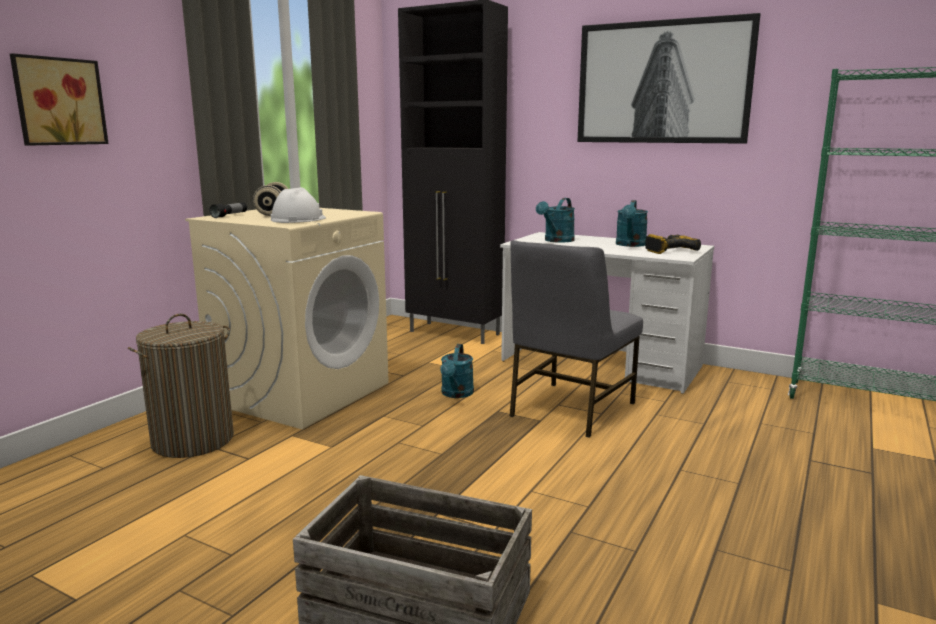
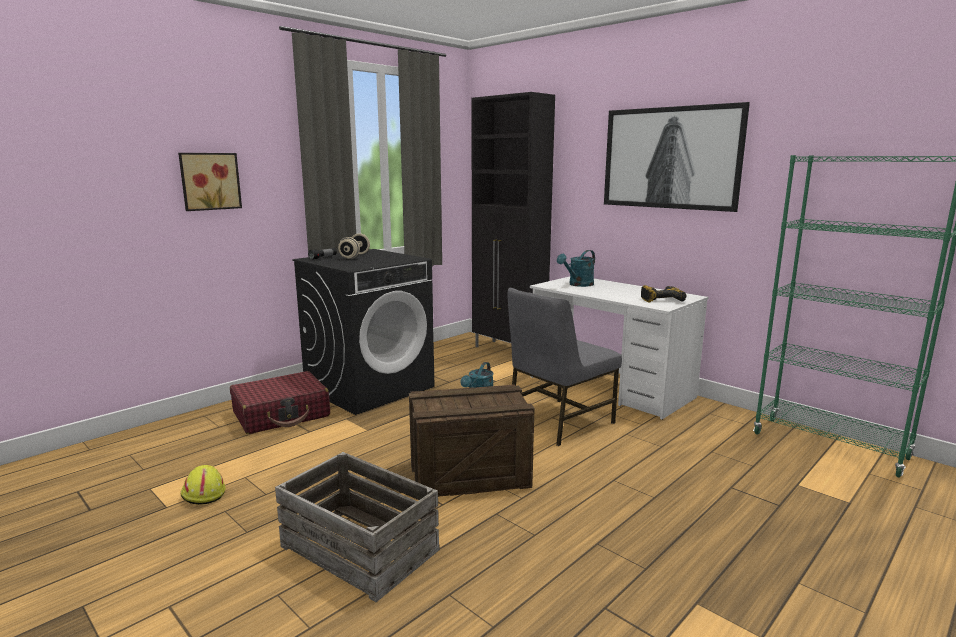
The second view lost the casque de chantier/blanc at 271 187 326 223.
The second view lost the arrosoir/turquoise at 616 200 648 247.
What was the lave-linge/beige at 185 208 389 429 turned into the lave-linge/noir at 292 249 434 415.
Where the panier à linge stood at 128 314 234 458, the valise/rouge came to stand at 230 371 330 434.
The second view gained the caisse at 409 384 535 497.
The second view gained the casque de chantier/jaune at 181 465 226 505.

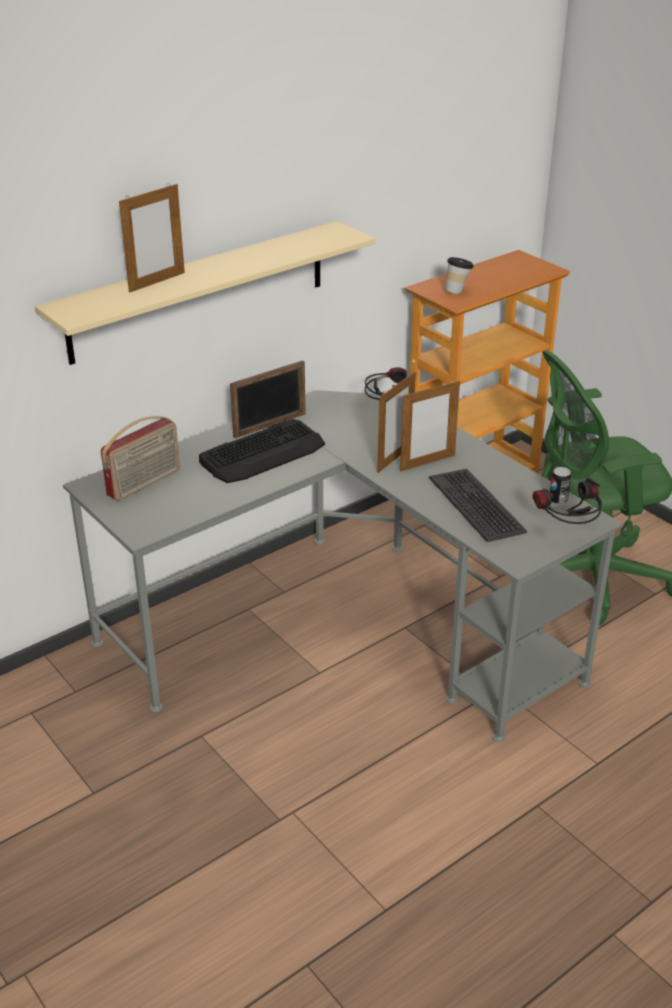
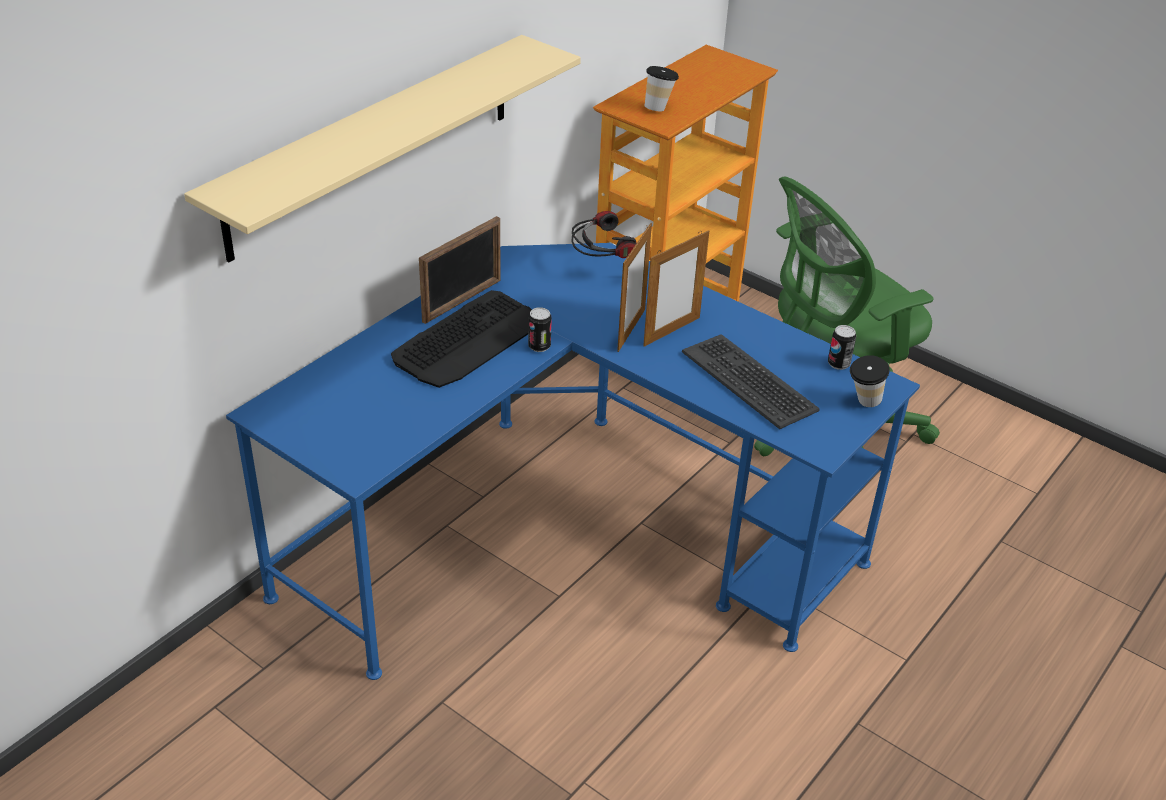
The second view lost the cadre photo at 119 183 185 293.
What was the bureau/gris at 63 390 623 742 turned into the bureau/bleu at 226 243 920 680.
The second view lost the radio at 101 416 180 501.
Where the casque audio stood at 533 478 602 524, the tasse came to stand at 850 355 890 407.
The second view gained the boîte métallique at 528 307 552 352.

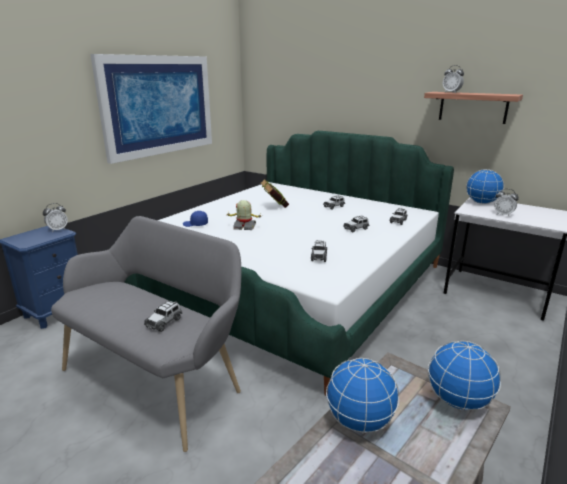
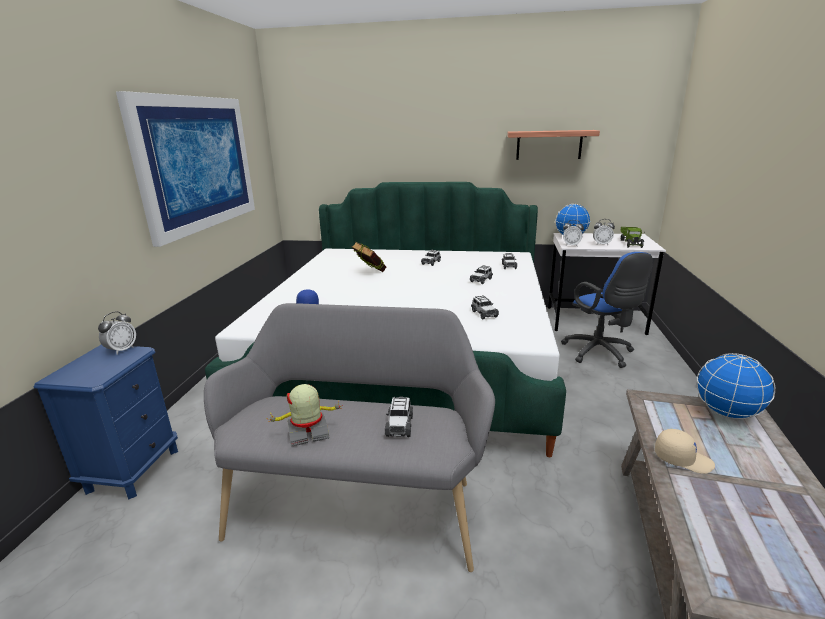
The réveil ended up elsewhere, having gone from 443 65 464 93 to 563 220 584 247.
The robot jouet ended up elsewhere, having gone from 227 200 262 230 to 267 384 343 447.
Where the globe stood at 326 357 399 434, the casquette/beige came to stand at 655 429 715 474.
The second view gained the camion jouet at 620 227 644 248.
The second view gained the chaise de bureau/bleu at 561 252 653 368.

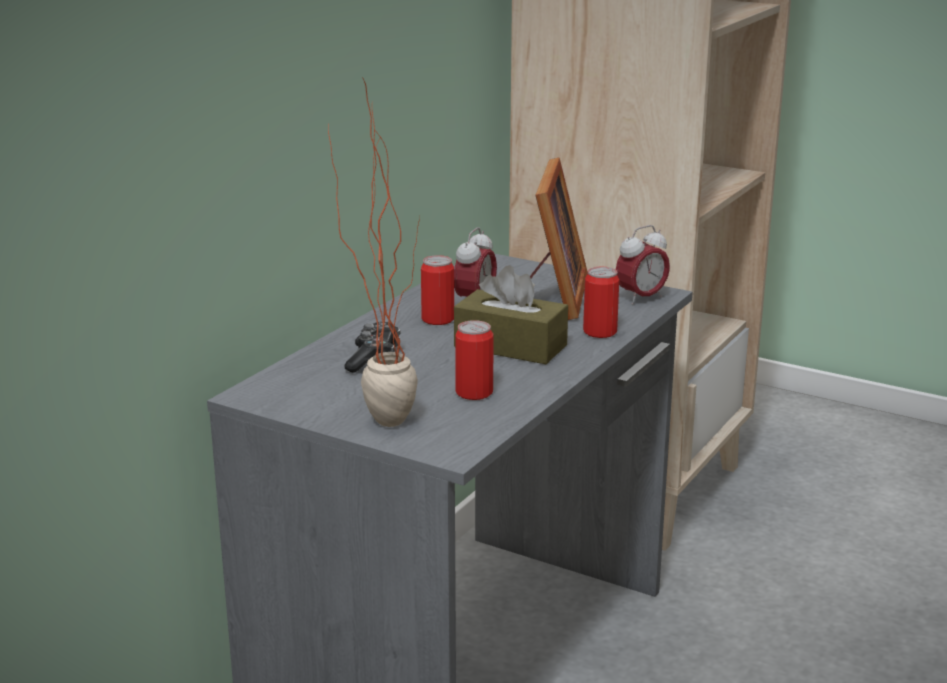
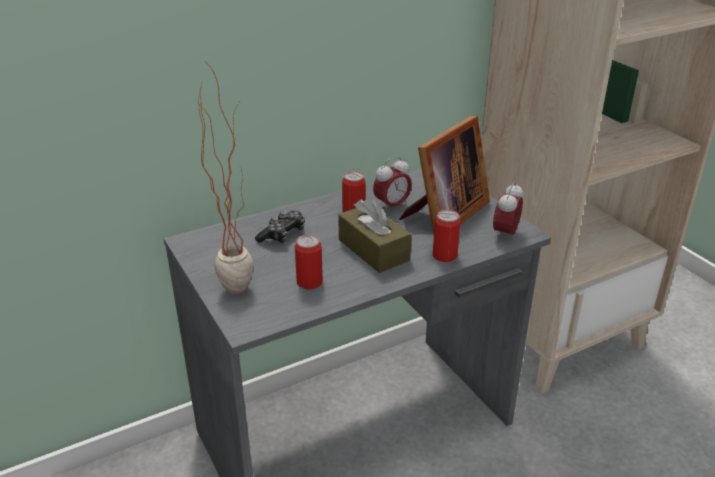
The réveil at 616 225 670 305 ended up facing another way, 120 degrees clockwise from before.

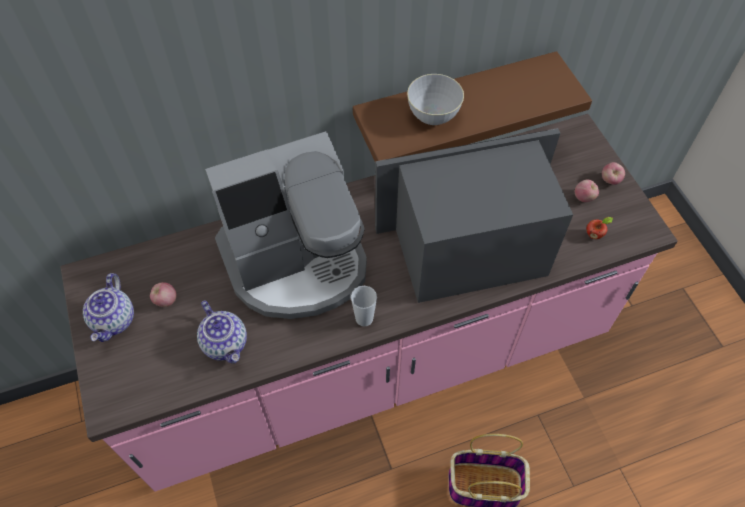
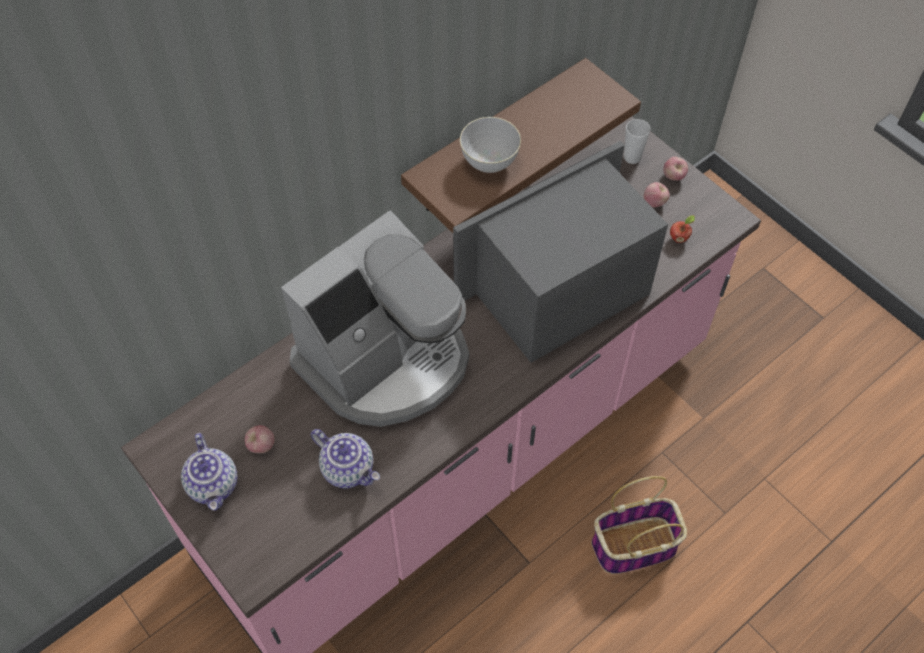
The tasse ended up elsewhere, having gone from 351 286 377 327 to 624 119 651 164.

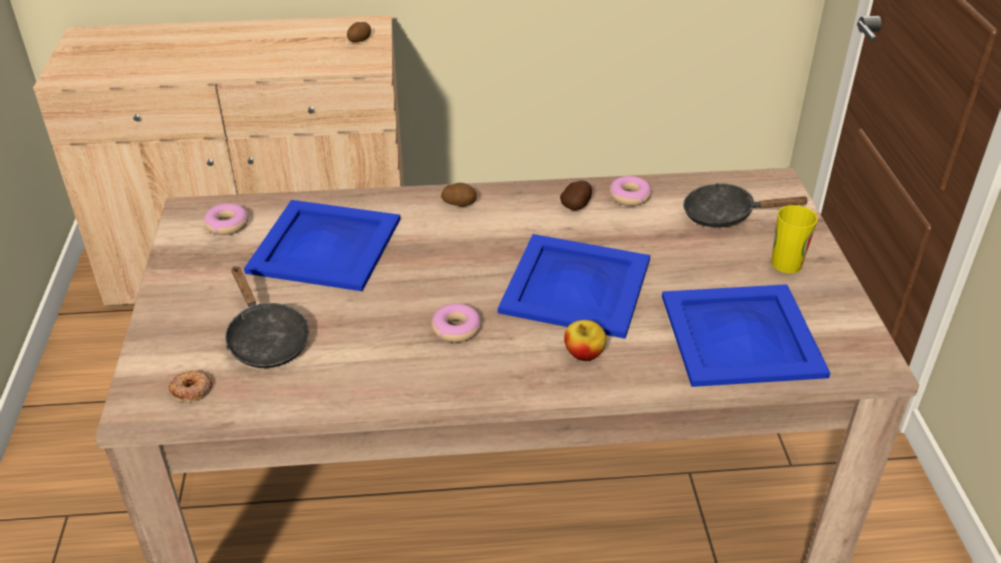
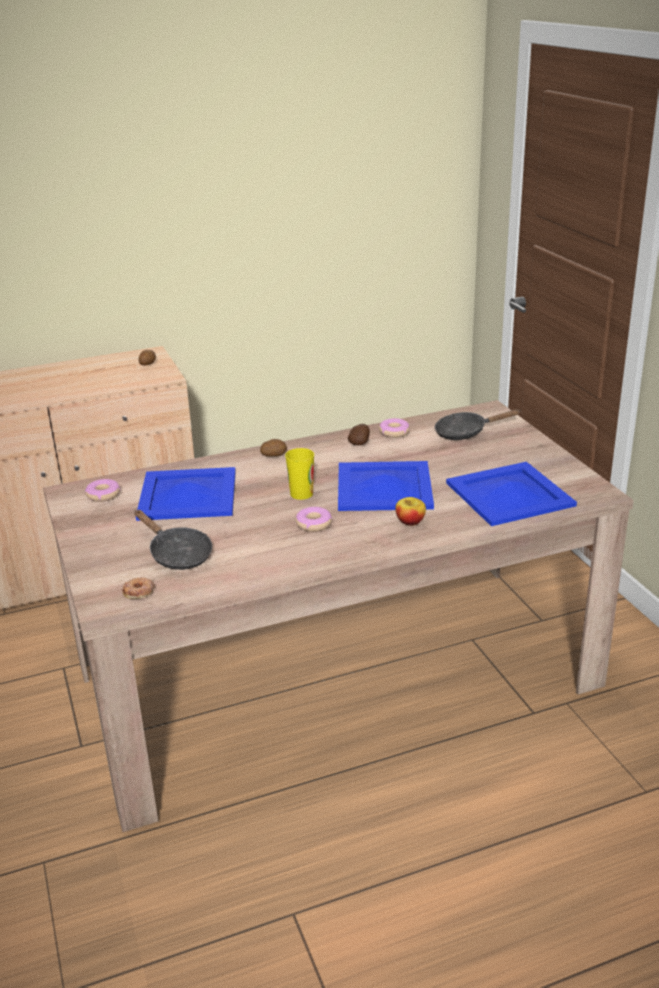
The tasse ended up elsewhere, having gone from 771 205 818 273 to 285 448 314 500.

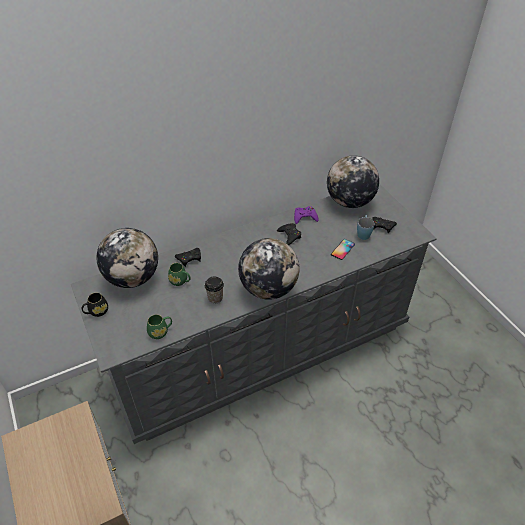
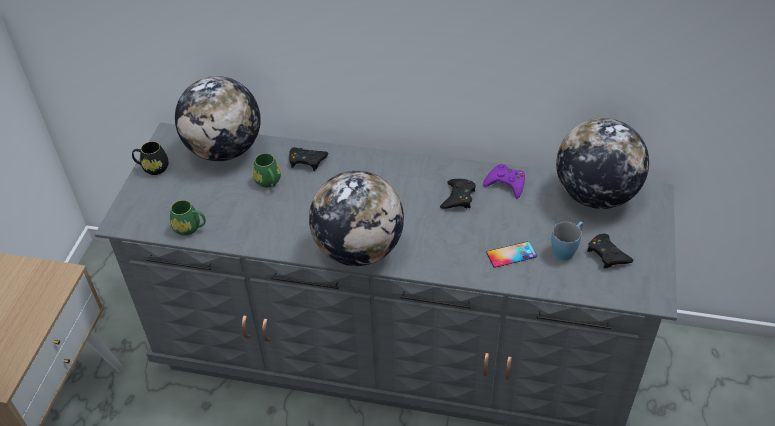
The second view lost the tasse at 205 276 224 303.

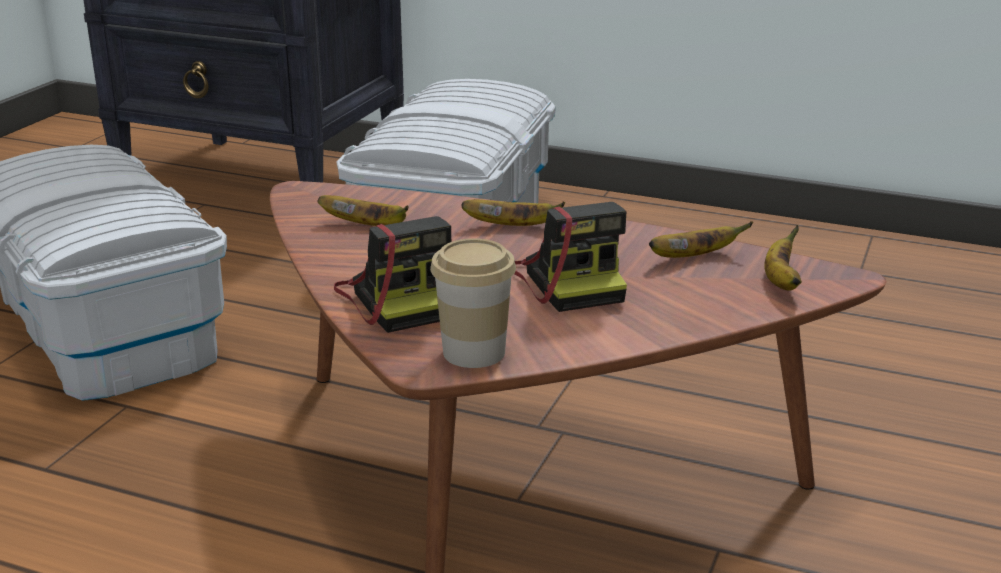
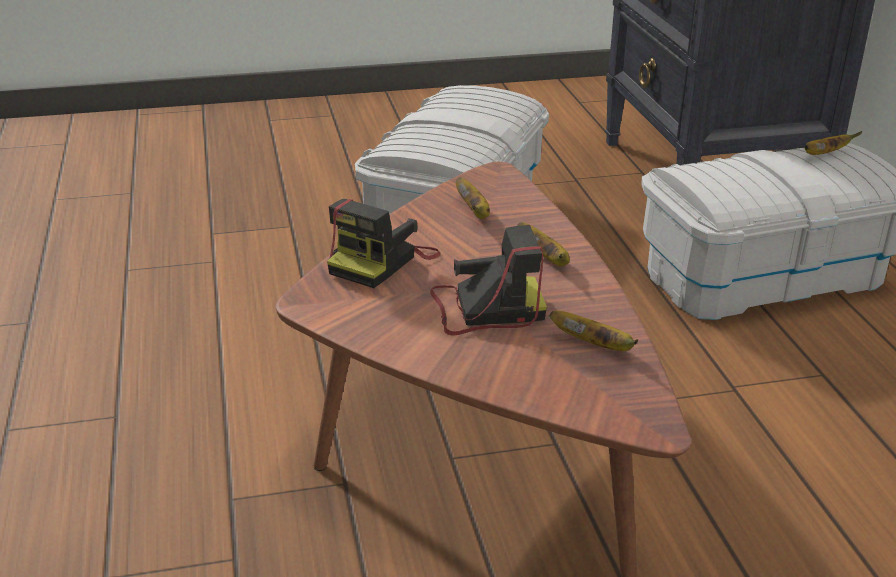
The appareil photo at 514 202 627 312 ended up facing another way, 135 degrees counterclockwise from before.
The banane ended up elsewhere, having gone from 764 225 802 291 to 804 131 863 155.
The second view lost the tasse at 430 238 516 368.

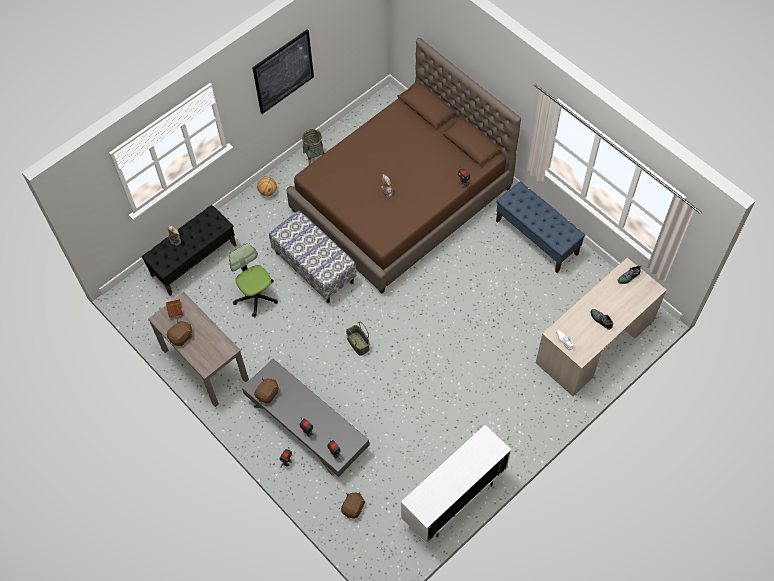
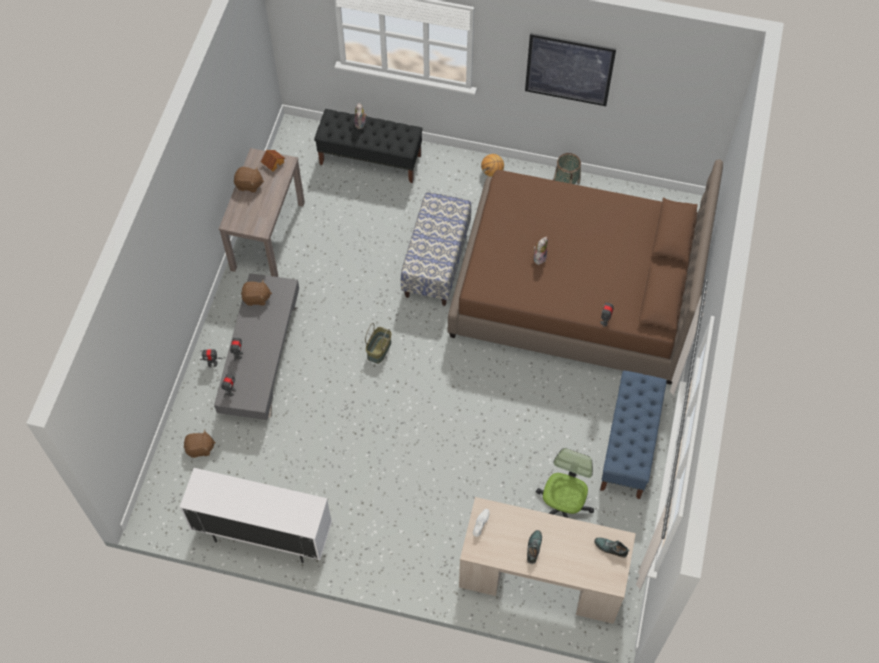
The chaise de bureau ended up elsewhere, having gone from 229 243 278 317 to 536 448 594 518.

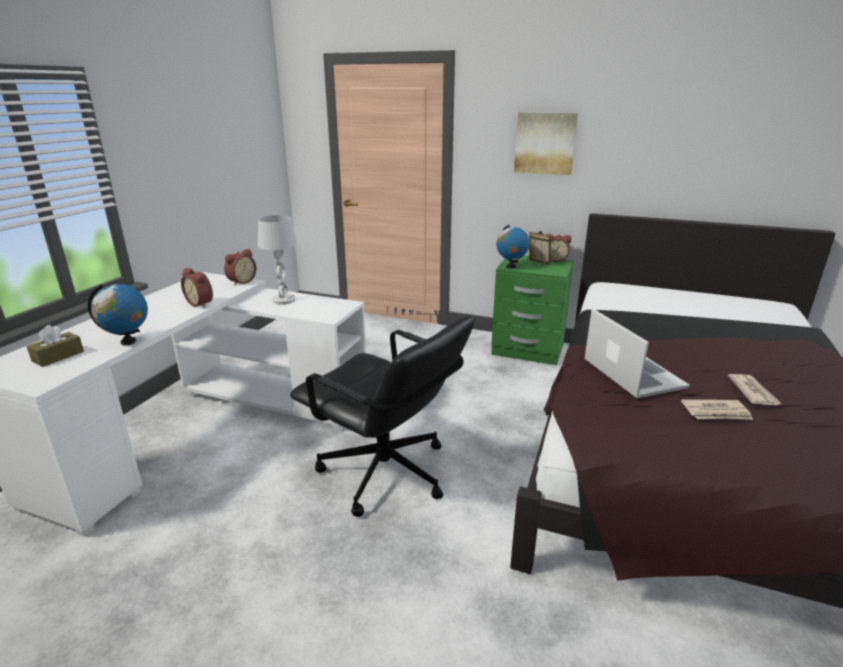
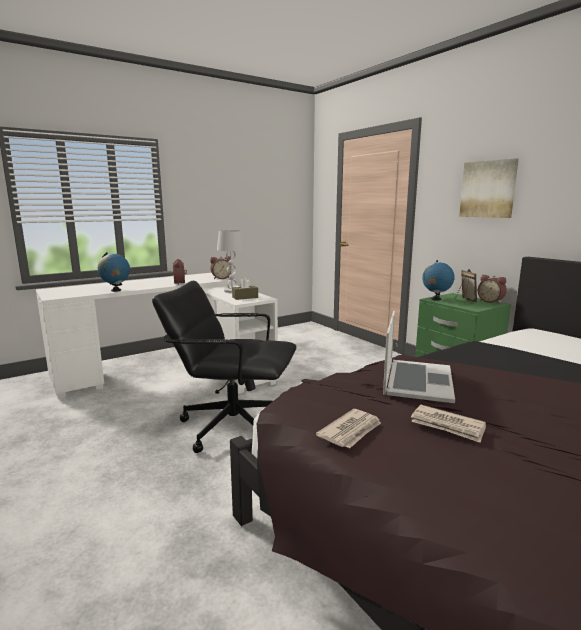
The chaise de bureau/noir at 290 316 475 517 ended up facing another way, 120 degrees clockwise from before.
The boîte à mouchoirs/marron ended up elsewhere, having gone from 26 325 84 367 to 232 277 258 300.
The journal ended up elsewhere, having gone from 728 374 782 405 to 316 409 381 448.

